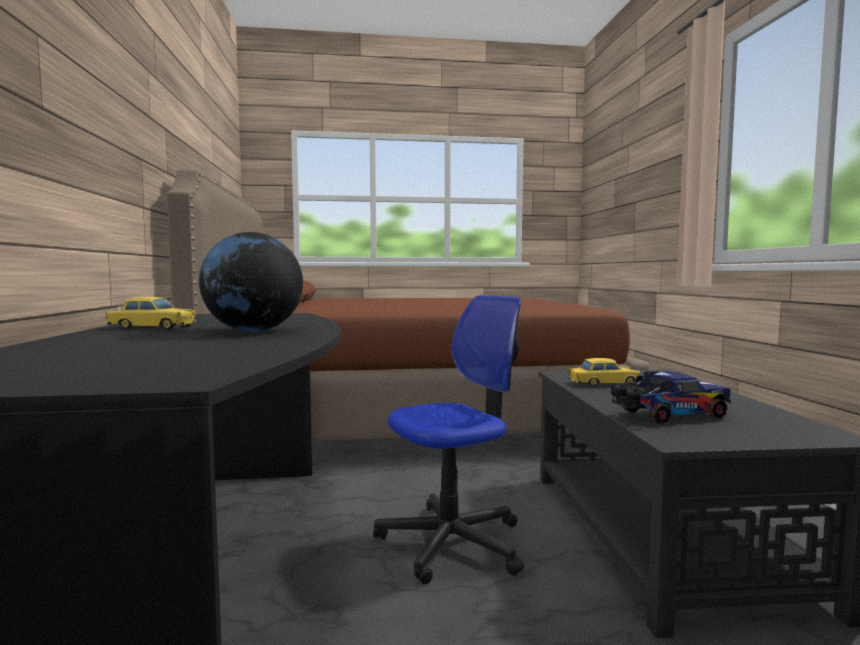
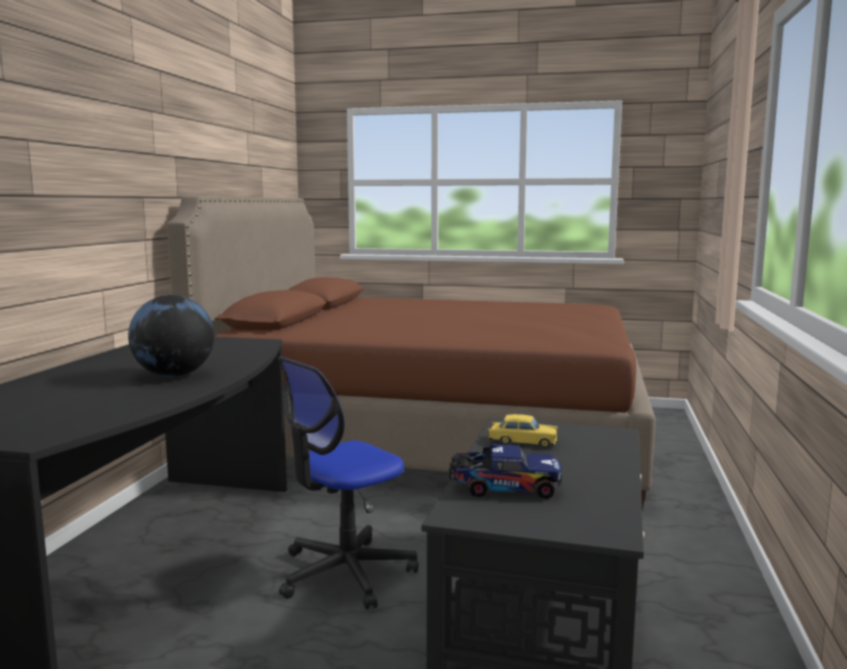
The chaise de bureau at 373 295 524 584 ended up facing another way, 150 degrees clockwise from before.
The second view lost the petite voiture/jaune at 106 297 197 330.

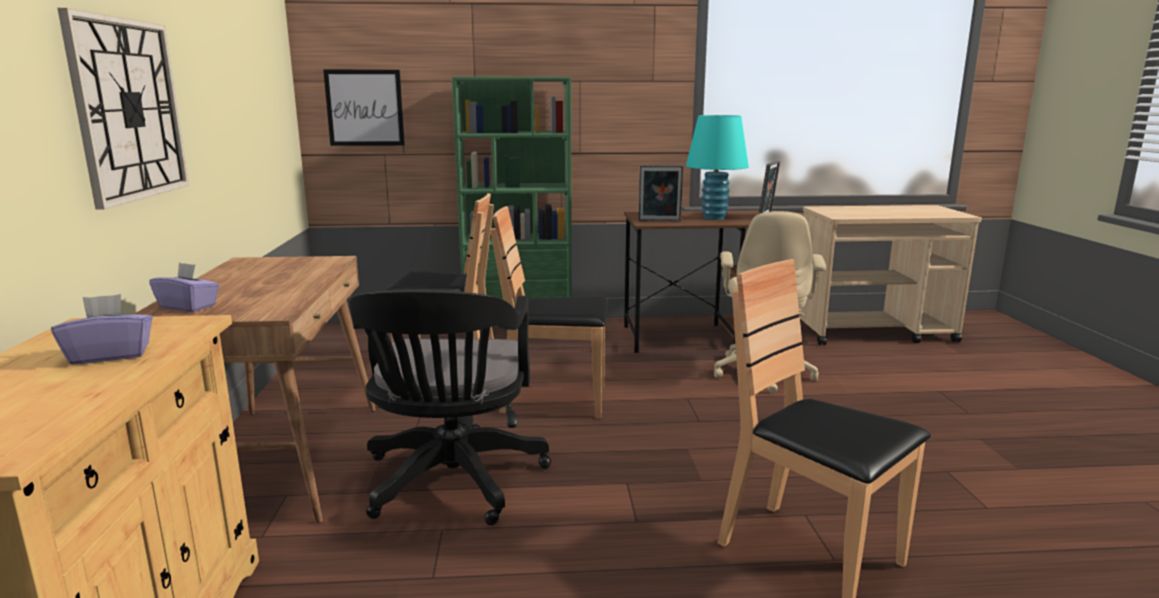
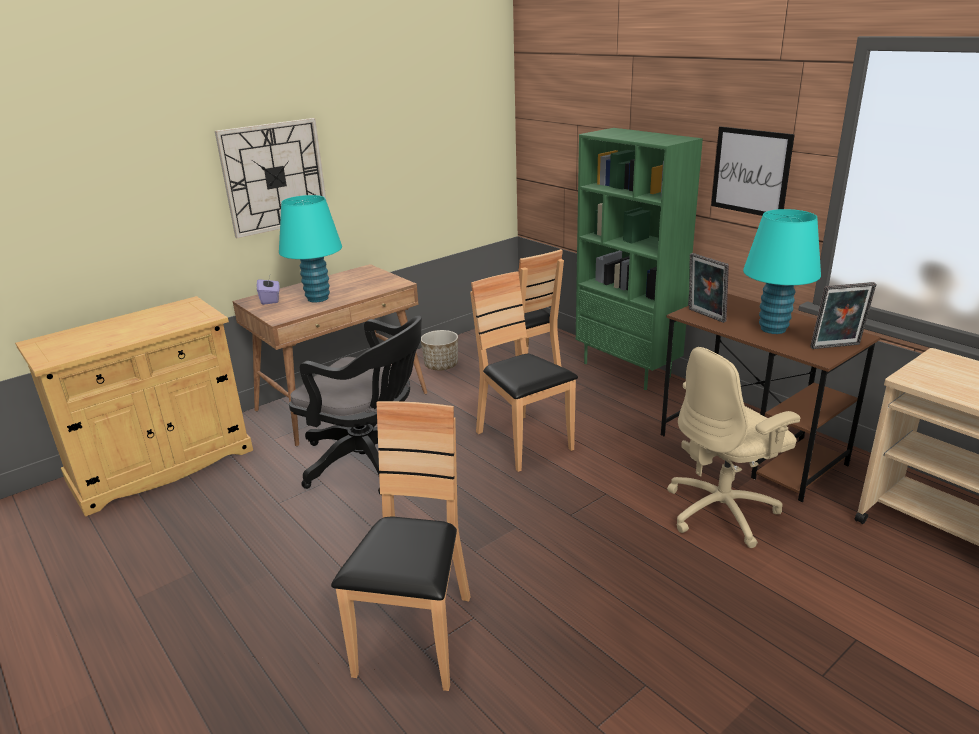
The tableau ended up elsewhere, having gone from 323 70 405 146 to 711 126 795 216.
The chaise de bureau/noir at 349 290 551 525 ended up facing another way, 120 degrees counterclockwise from before.
The second view lost the boîte à mouchoirs/violet at 51 294 153 365.
The second view gained the lampe de table/turquoise at 279 195 342 303.
The second view gained the cache-pot at 421 330 458 371.

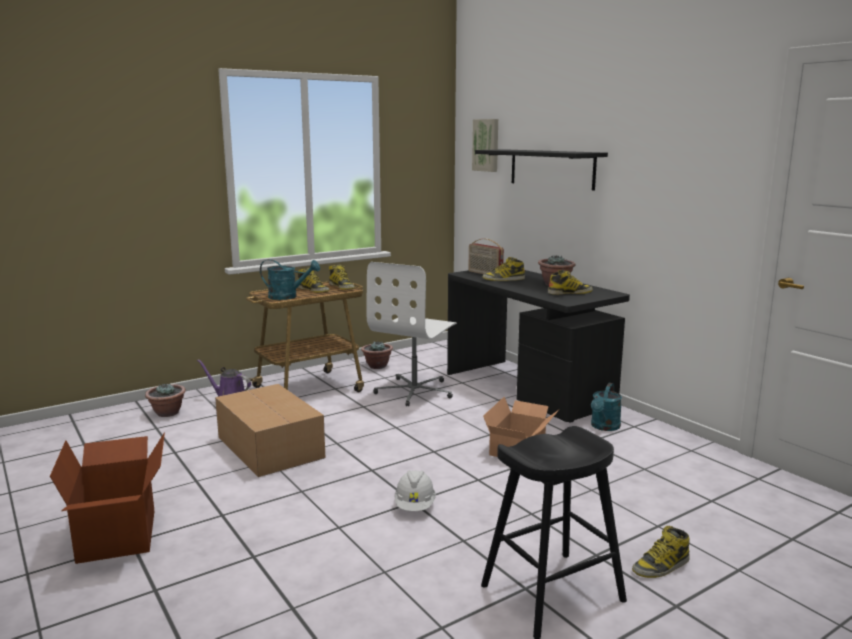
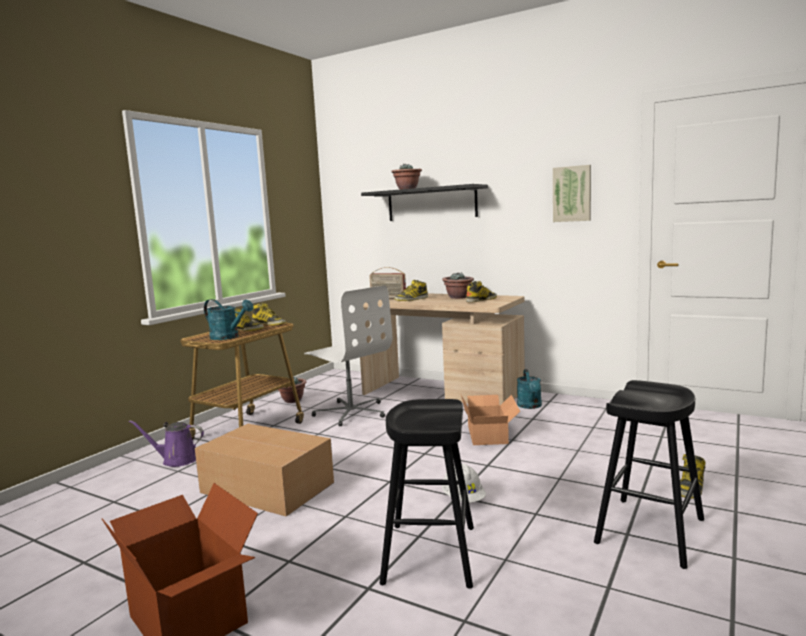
The tableau ended up elsewhere, having gone from 472 119 498 172 to 553 165 591 222.
The arrosoir/turquoise at 260 259 320 300 ended up facing another way, 45 degrees clockwise from before.
The chaise de bureau/blanc at 367 262 457 406 ended up facing another way, 45 degrees counterclockwise from before.
What was the bureau/noir at 447 270 630 422 turned into the bureau/beige at 360 293 525 405.
The plante en pot ended up elsewhere, having gone from 145 383 186 417 to 391 164 422 190.
The second view gained the tabouret/noir at 380 399 474 589.

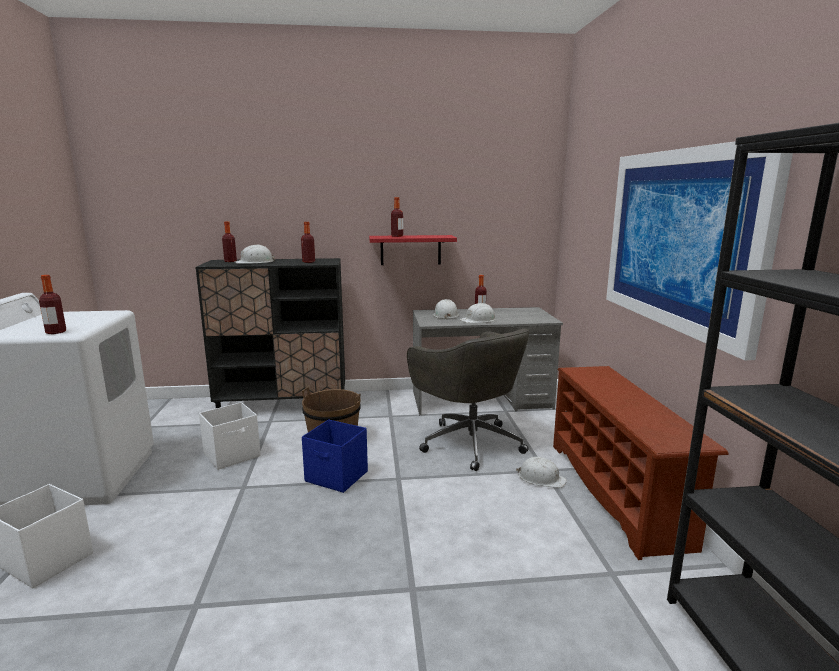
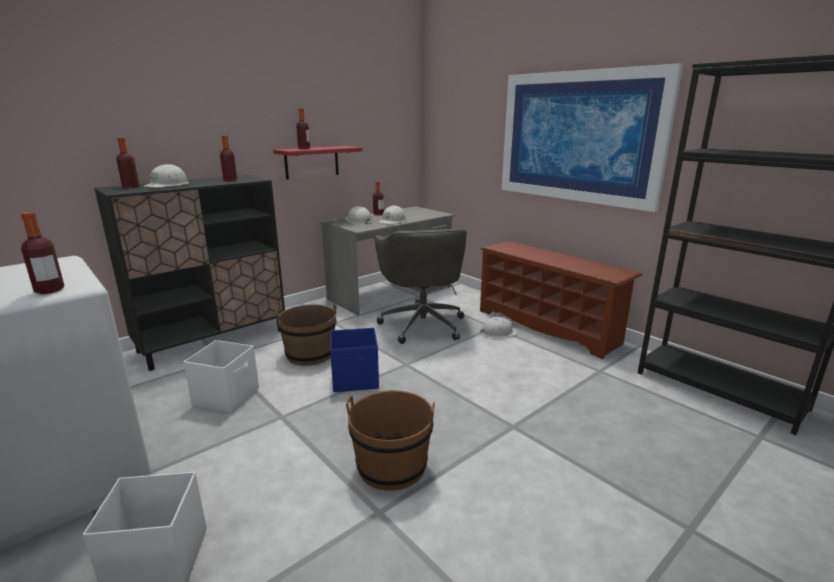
The chaise de bureau/gris at 407 328 529 471 ended up facing another way, 60 degrees clockwise from before.
The second view gained the seau/marron at 346 390 435 491.

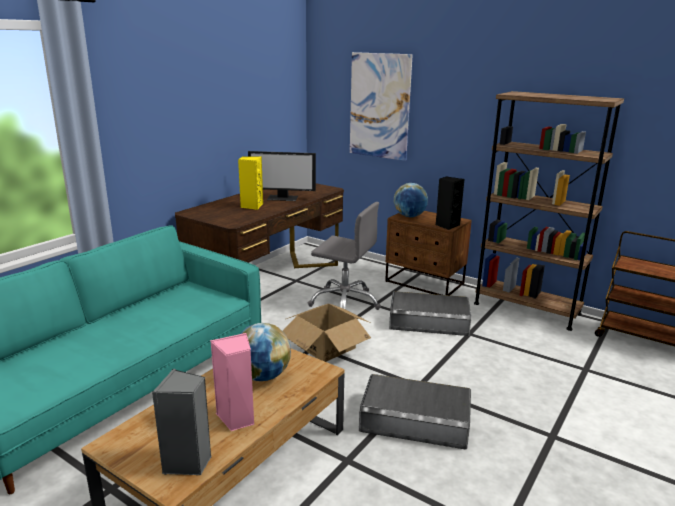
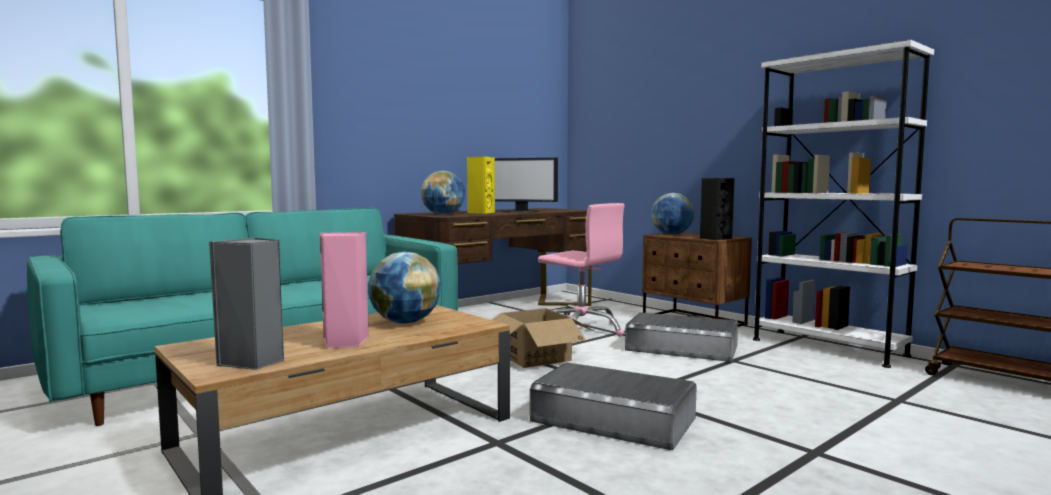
The second view lost the tableau at 350 52 413 161.
What was the bibliothèque/marron at 474 91 624 331 turned into the bibliothèque/blanc at 753 40 934 368.
What was the chaise de bureau/gris at 308 202 381 310 turned into the chaise de bureau/rose at 538 203 625 337.
The second view gained the globe at 421 171 465 215.

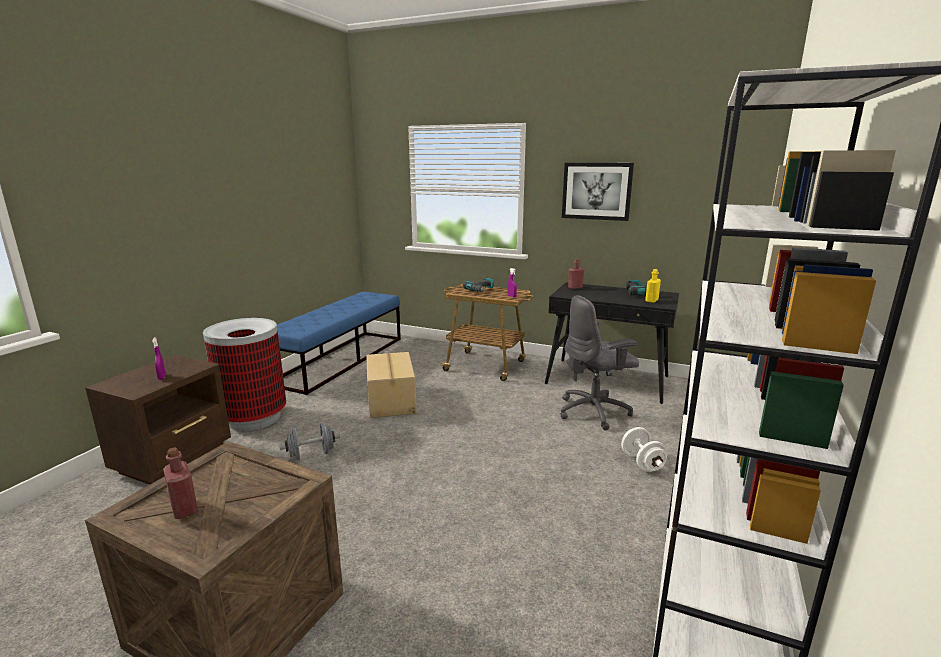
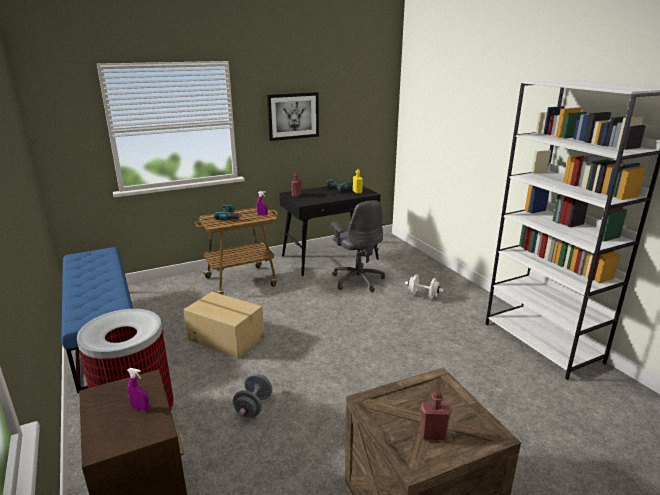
The chaise de bureau/gris at 560 295 639 430 ended up facing another way, 45 degrees counterclockwise from before.

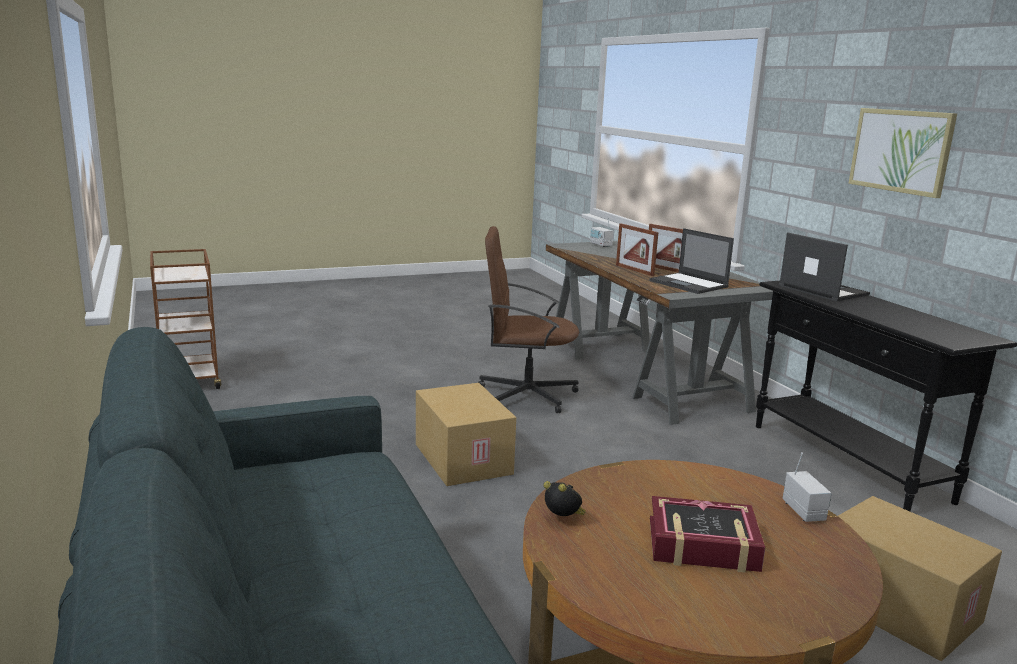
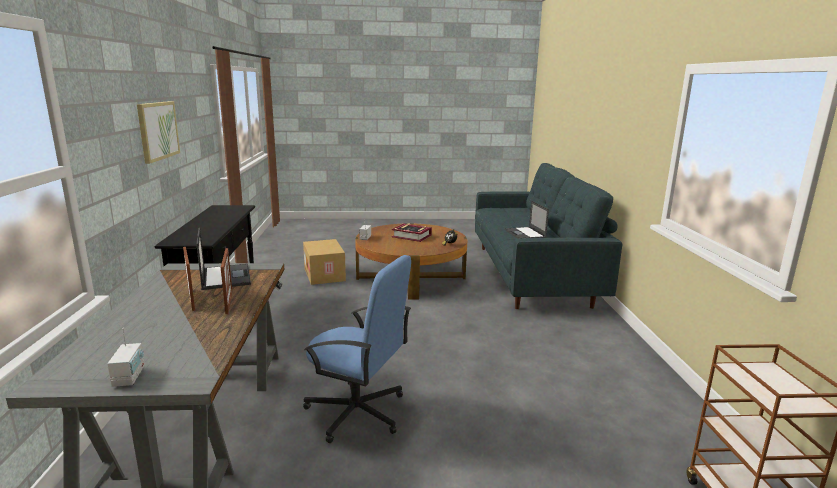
What was the chaise de bureau/marron at 478 226 579 413 turned into the chaise de bureau/bleu at 303 255 411 443.
The ordinateur portable ended up elsewhere, having gone from 779 232 870 302 to 504 201 549 239.
The second view lost the carton at 416 383 516 486.

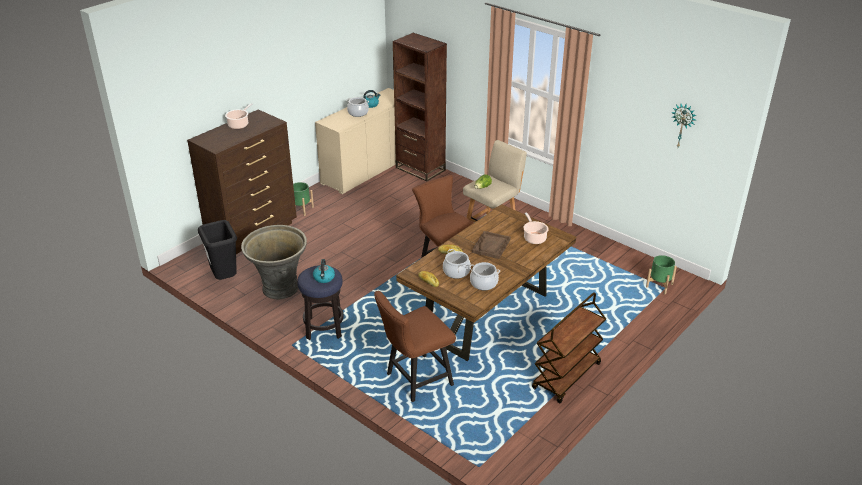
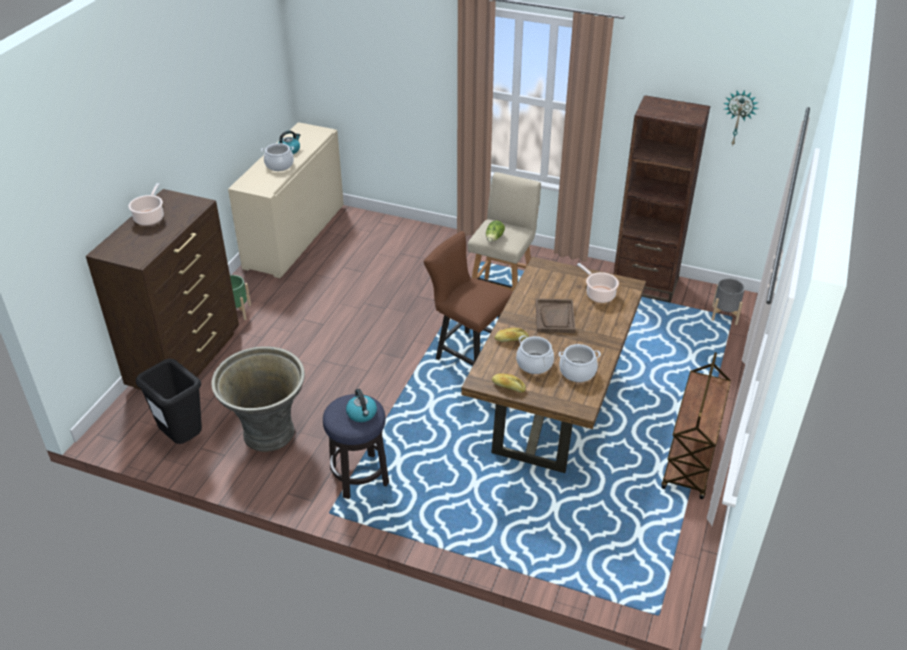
The bibliothèque/marron ended up elsewhere, having gone from 393 33 447 181 to 614 95 710 303.
What was the cache-pot/vert at 646 255 677 295 turned into the cache-pot/gris at 711 278 745 325.
The second view lost the chaise/marron at 374 291 456 402.

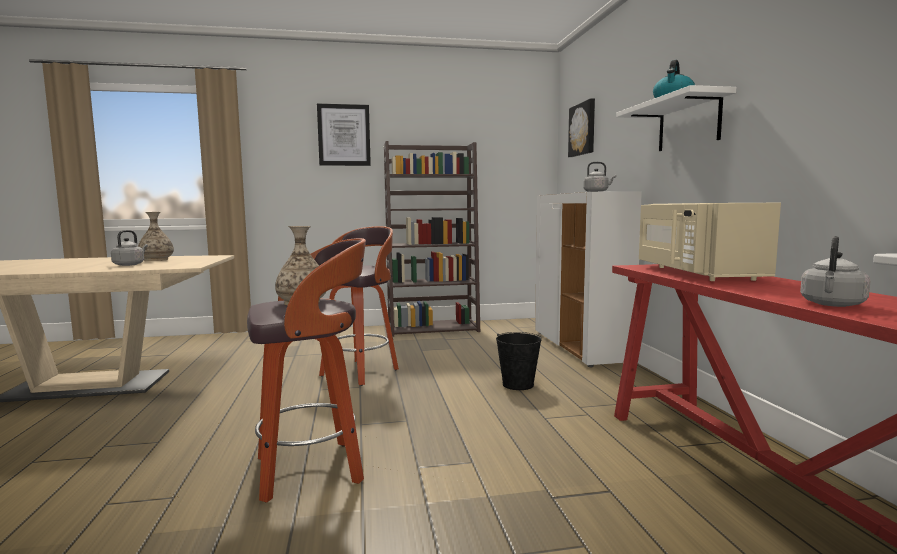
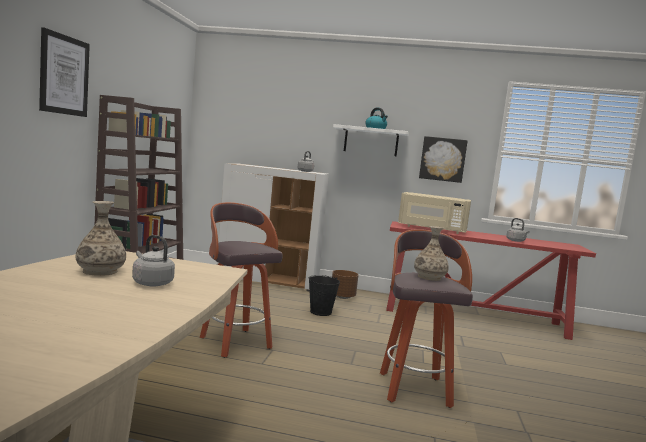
The tableau ended up elsewhere, having gone from 568 98 595 157 to 419 136 468 183.
The second view gained the cache-pot/marron at 332 270 358 299.

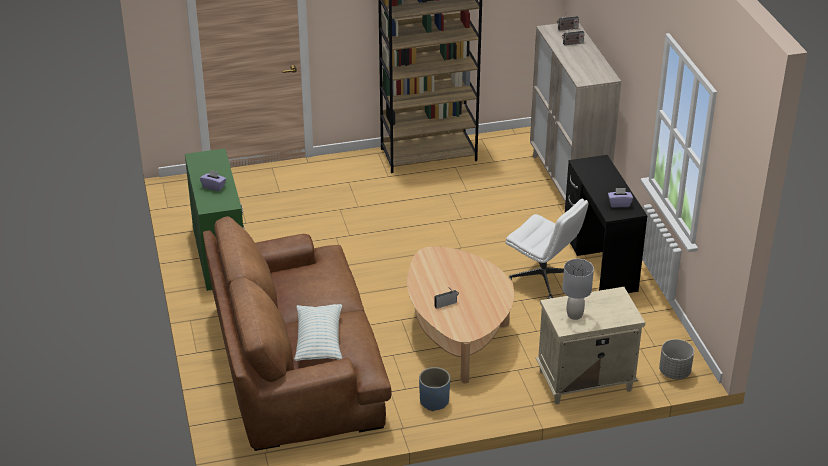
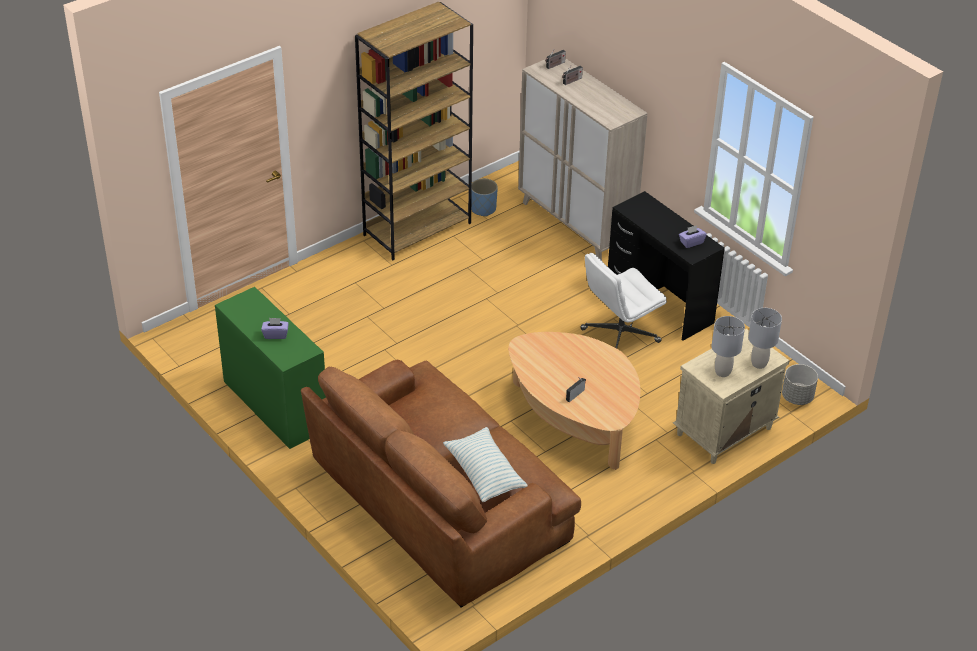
The chaise de bureau/blanc at 506 199 589 299 ended up facing another way, 135 degrees clockwise from before.
The cache-pot/bleu ended up elsewhere, having gone from 419 367 450 411 to 471 179 498 217.
The second view gained the lampe de table/gris at 748 308 782 369.

